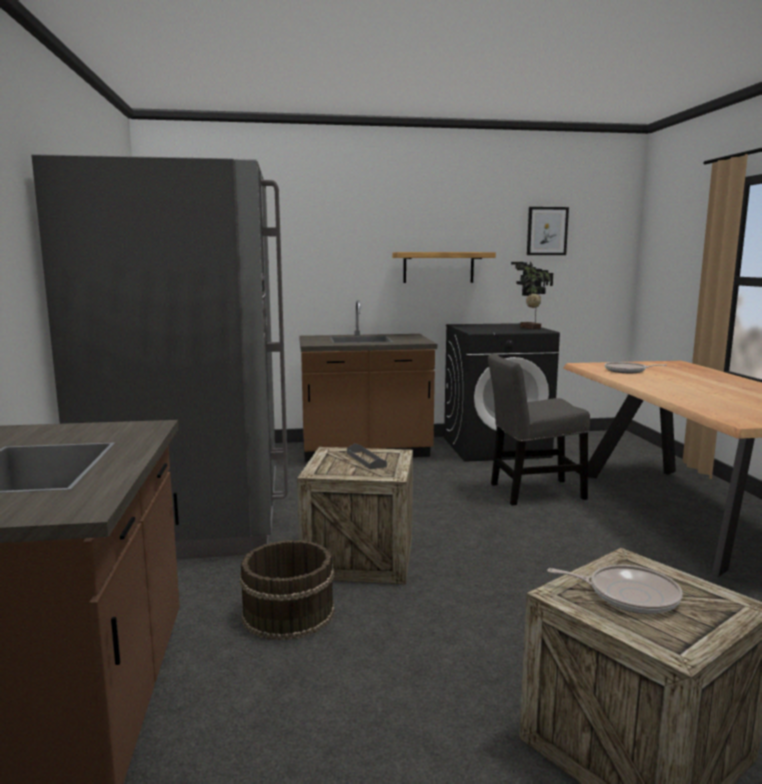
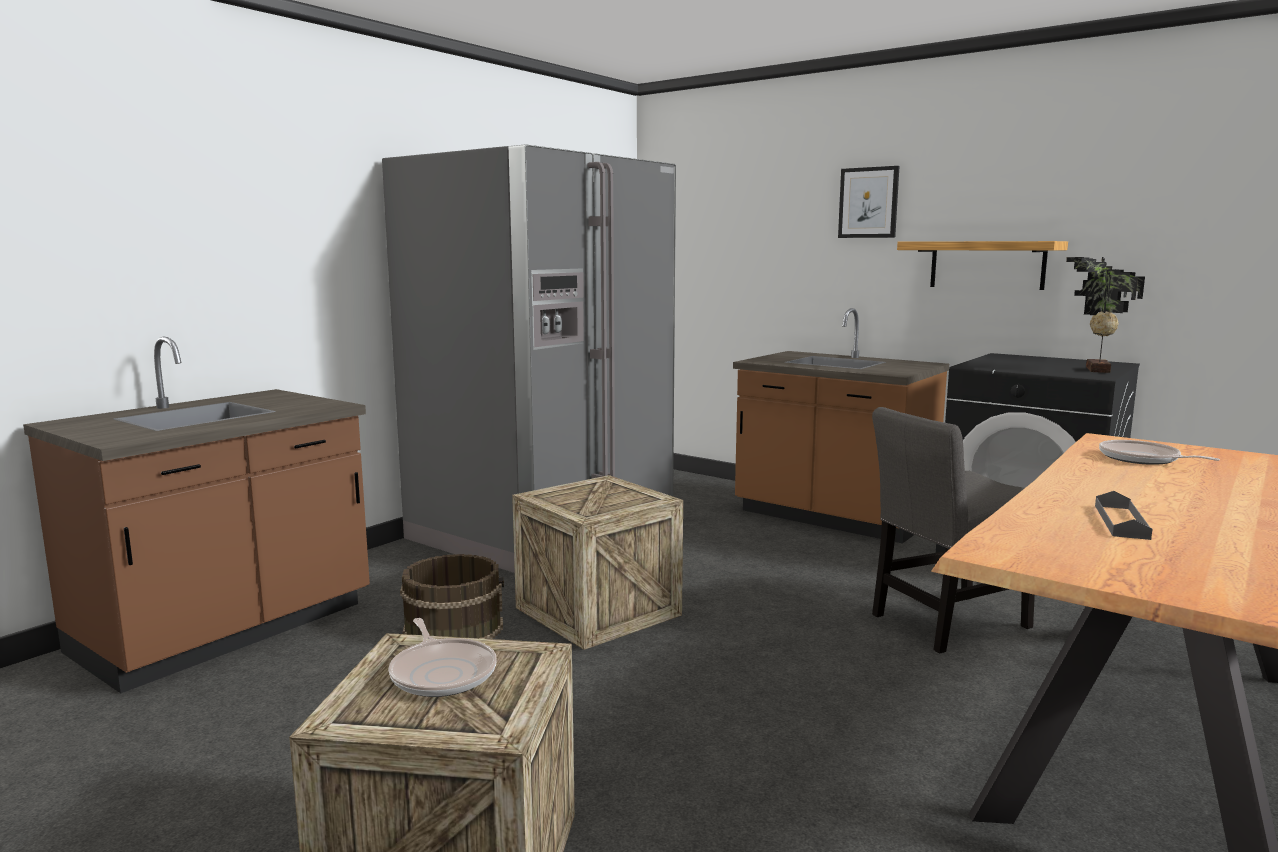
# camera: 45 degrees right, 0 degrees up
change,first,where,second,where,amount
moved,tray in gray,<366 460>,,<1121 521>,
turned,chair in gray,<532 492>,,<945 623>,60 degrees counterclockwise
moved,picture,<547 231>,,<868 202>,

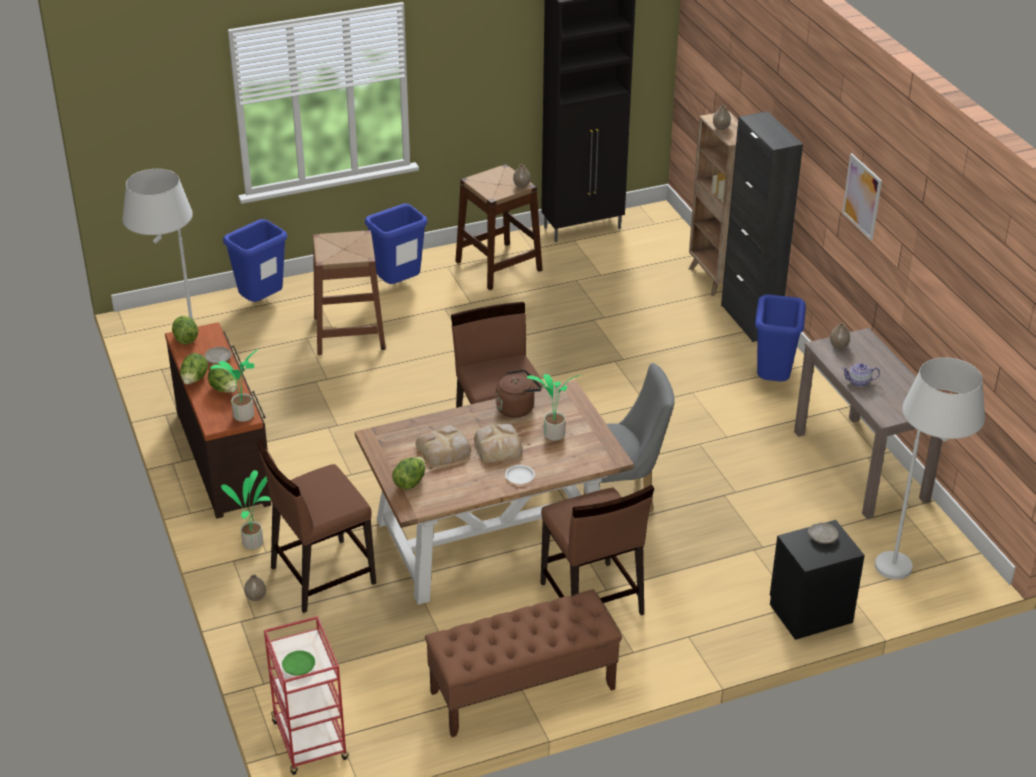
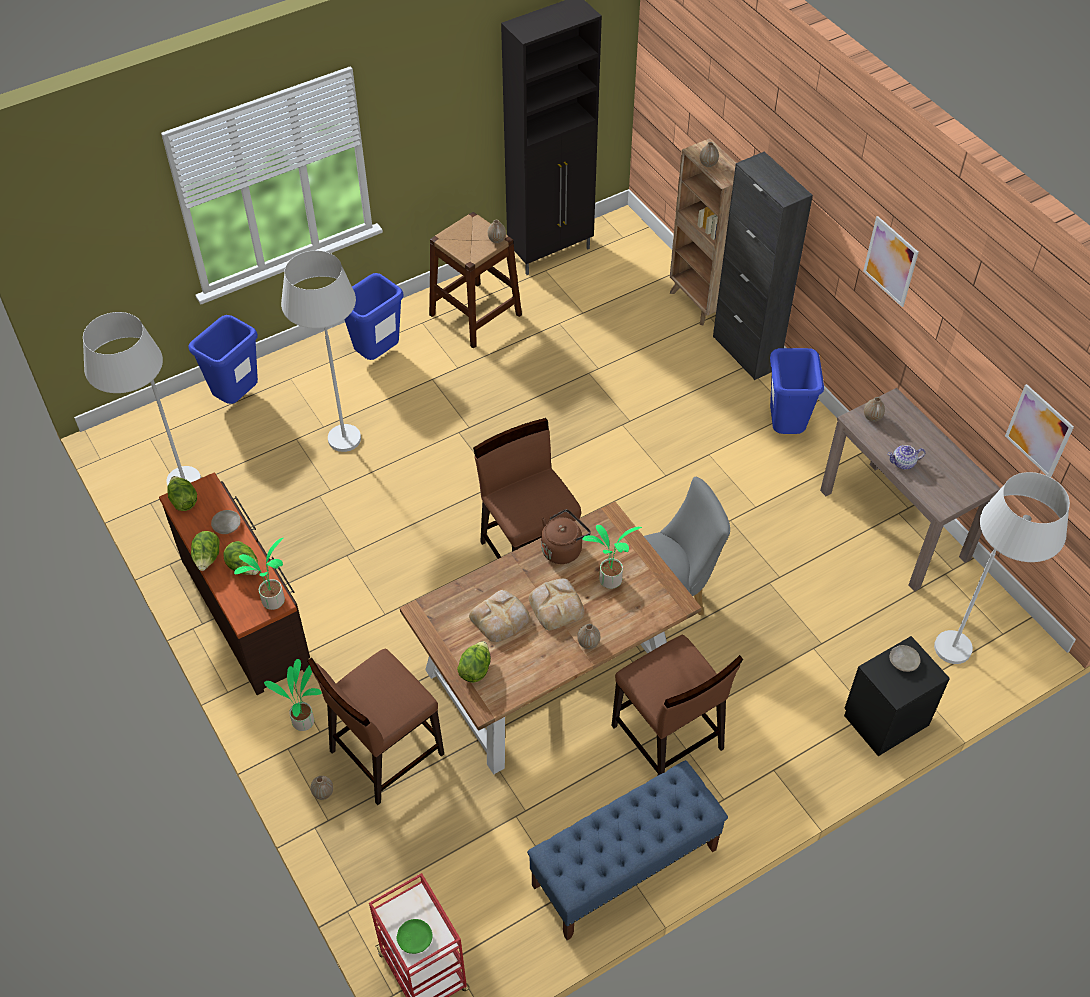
# camera: 10 degrees left, 15 degrees up
change,first,where,second,where,amount
replaced,stool in brown,<349 333>,standing lamp in white,<340 425>,
recoloured,long seat in brown,<522 690>,long seat in blue,<624 868>,
replaced,flat dish in white,<520 476>,flower vase,<588 643>,
added,,,picture,<1039 431>,

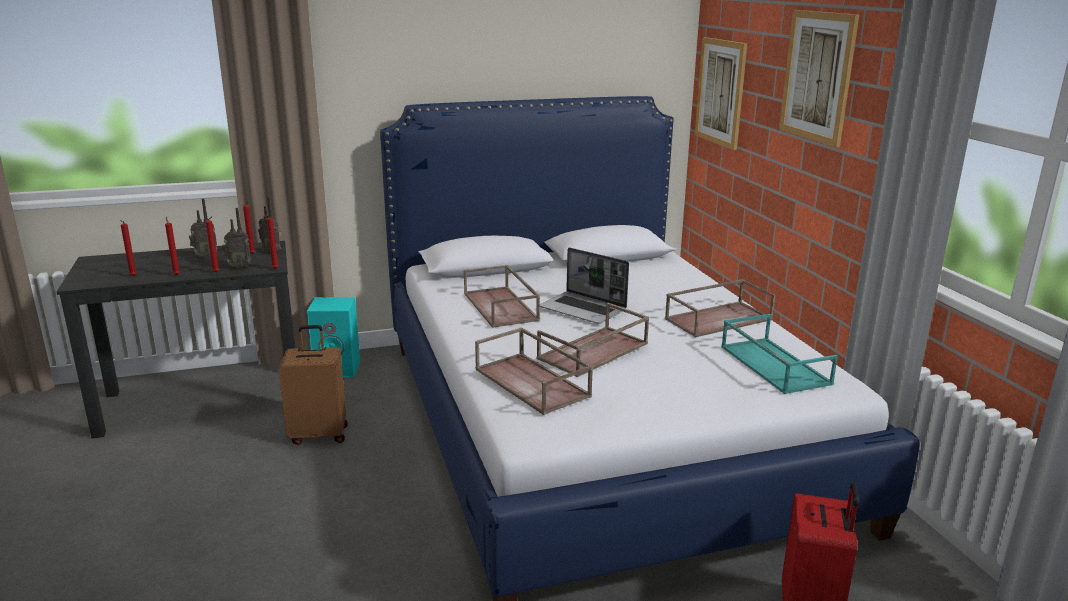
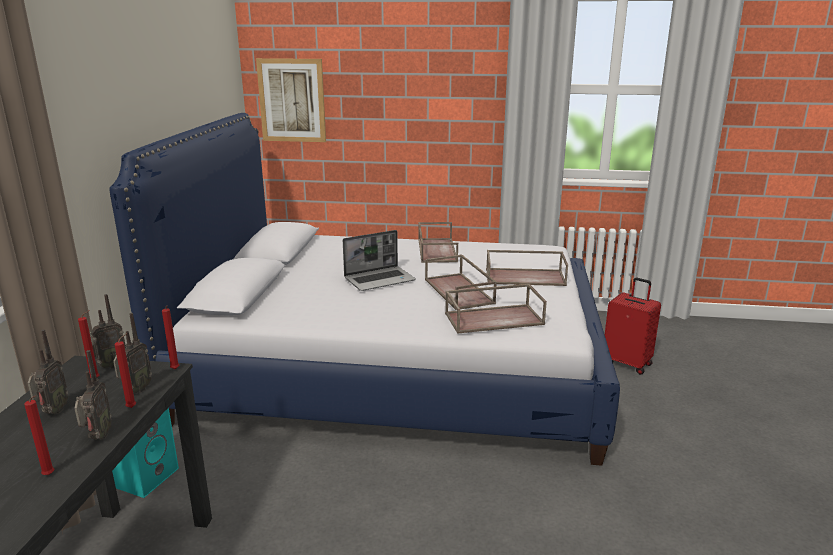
# camera: 65 degrees left, 0 degrees up
change,first,where,second,where,amount
replaced,wax light in red,<176 274>,radio receiver,<97 437>,
removed,piece of luggage in brown,<319 434>,,,
moved,tray in brown,<501 307>,,<525 277>,
removed,tray in turquoise-coloured,<772 365>,,,
removed,picture,<817 76>,,,

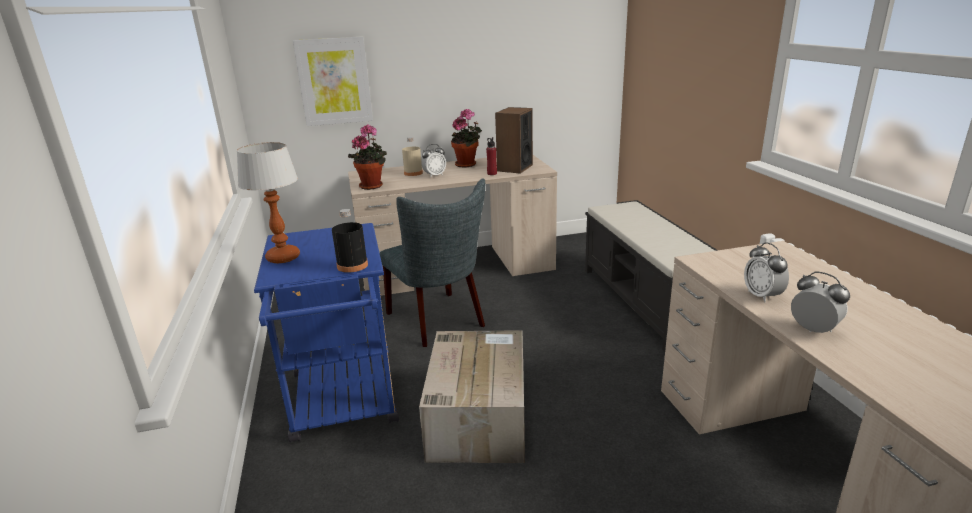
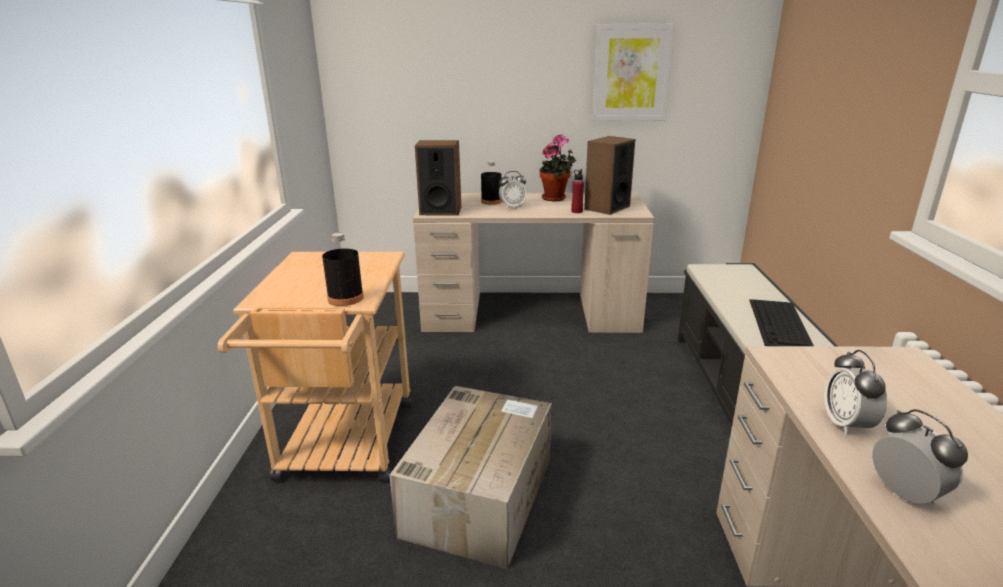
# camera: 15 degrees right, 0 degrees up
change,first,where,second,where,amount
removed,tabletop lamp,<283 257>,,,
recoloured,trolley in blue,<344 405>,trolley in beige-coloured,<345 449>,
moved,picture,<334 81>,,<631 73>,
replaced,potted plant,<372 185>,loudspeaker,<440 211>,
removed,chair in gray,<439 321>,,,
recoloured,beverage bottle in beige-coloured,<413 173>,beverage bottle in black,<491 202>,
added,,,keyboard,<780 323>,

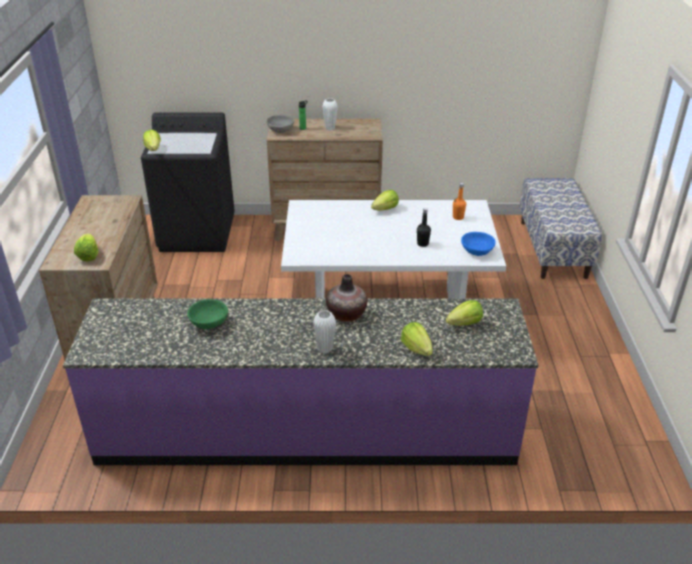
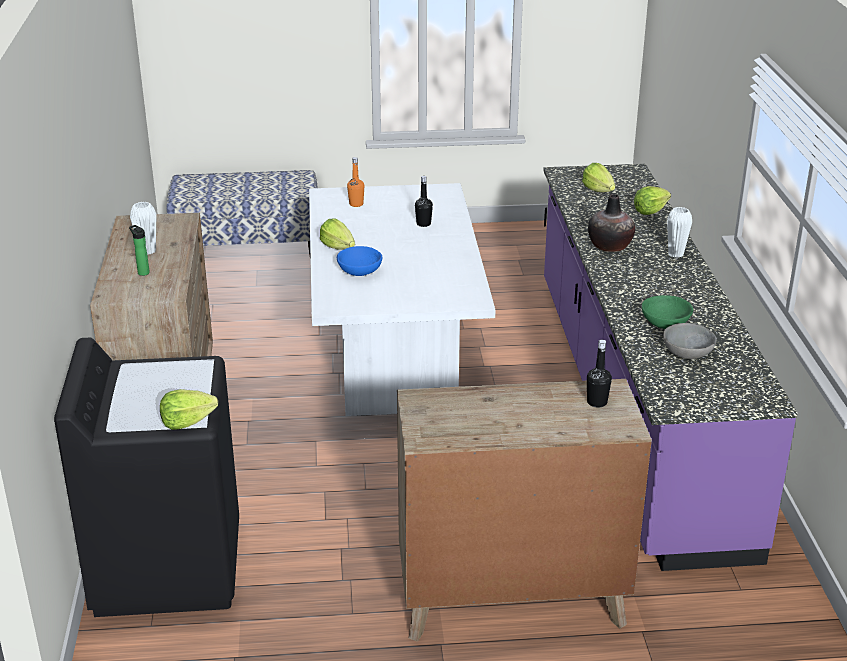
# camera: 95 degrees left, 5 degrees down
change,first,where,second,where,amount
replaced,lettuce head,<88 255>,beverage bottle in black,<597 402>,
moved,bowl in gray,<280 130>,,<688 353>,
moved,bowl in blue,<477 252>,,<360 272>,

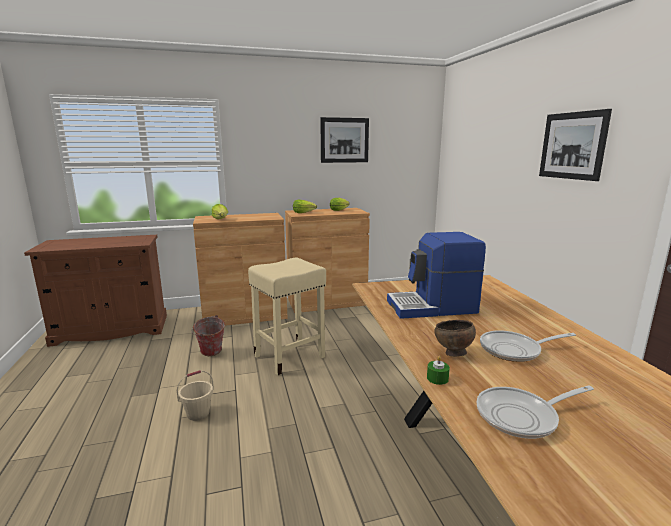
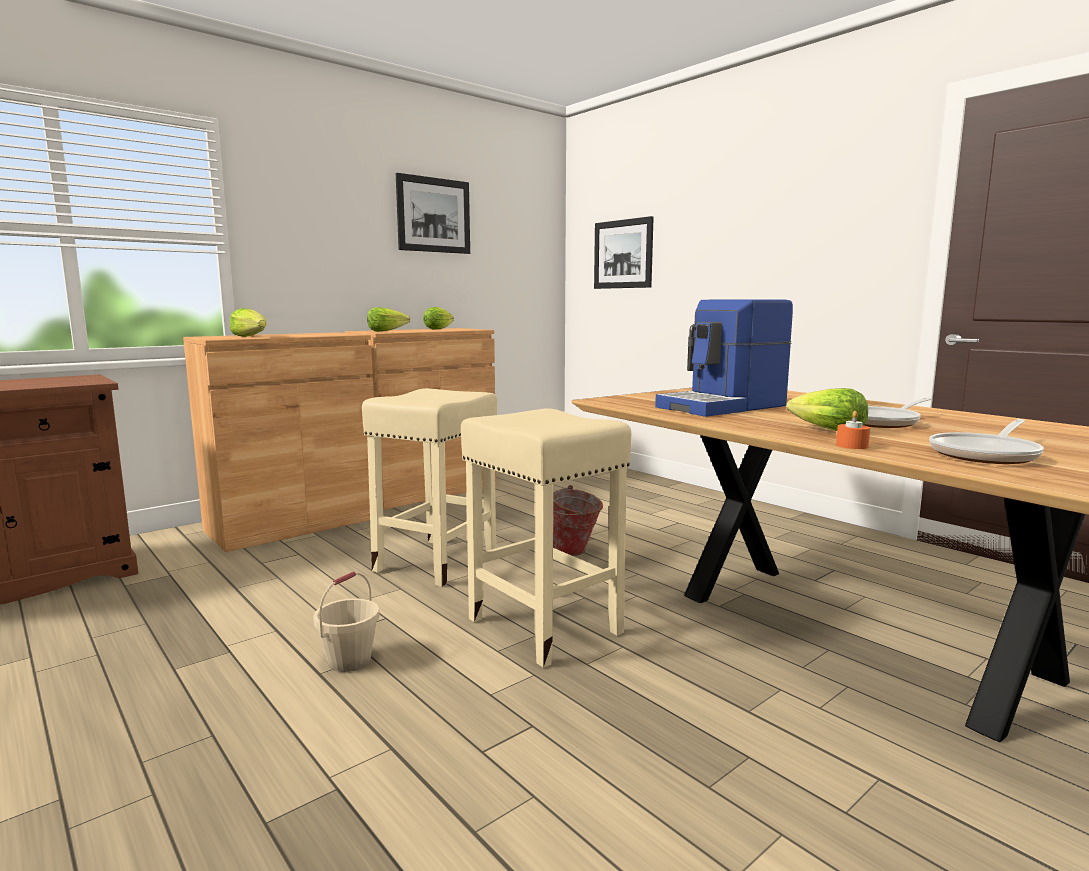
# camera: 25 degrees left, 5 degrees down
change,first,where,second,where,amount
moved,water bucket,<210 354>,,<574 553>,
recoloured,wax light in green-coloured,<437 378>,wax light in orange,<852 445>,
replaced,bowl in brown,<452 354>,lettuce head,<827 431>,
moved,picture,<572 145>,,<623 254>,
added,,,stool in beige-coloured,<542 625>,

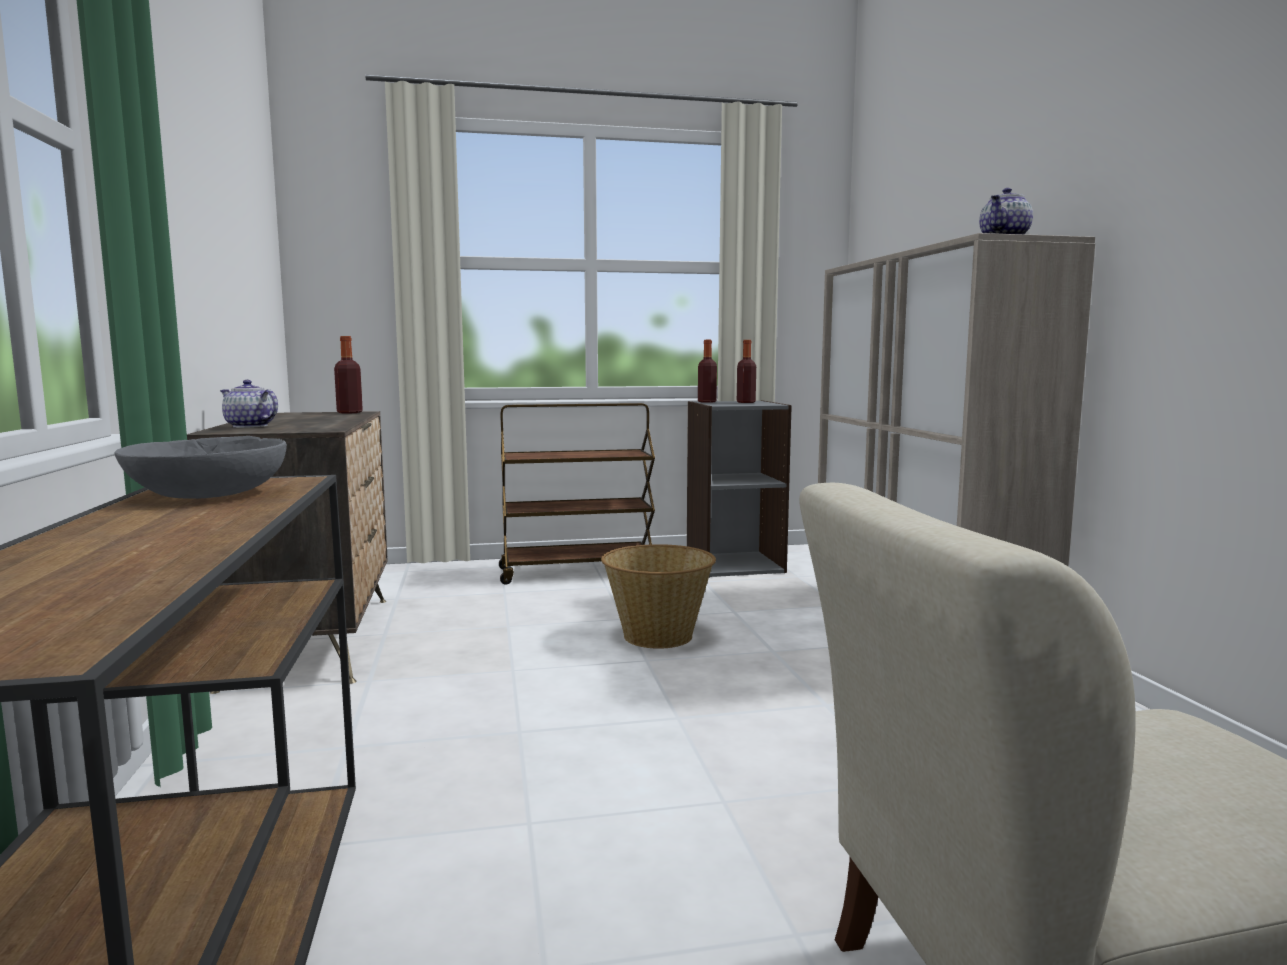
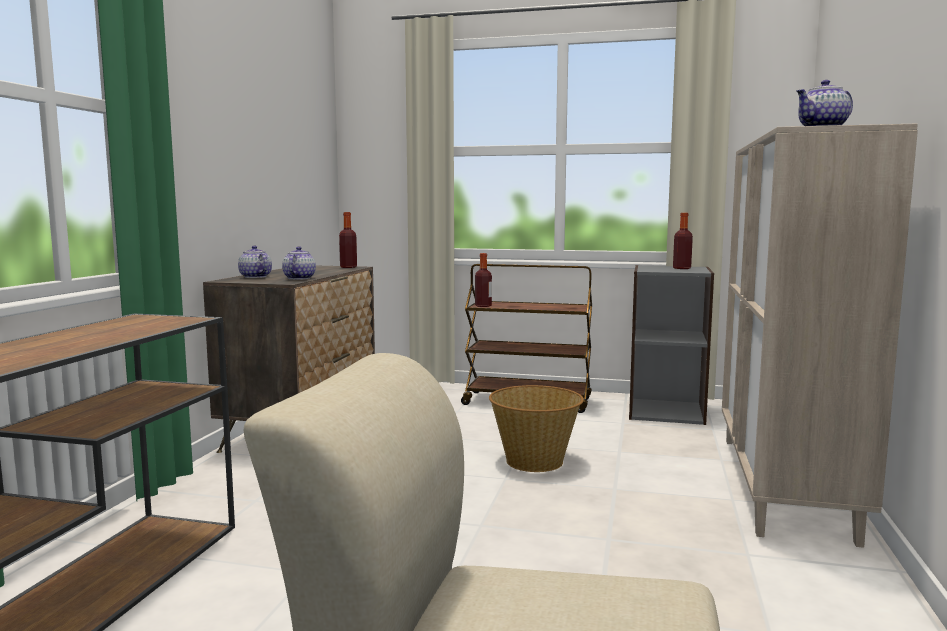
# camera: 25 degrees right, 0 degrees up
change,first,where,second,where,amount
removed,bowl in gray,<207 494>,,,
moved,beverage bottle,<707 402>,,<483 306>,
added,,,tea pot,<299 278>,

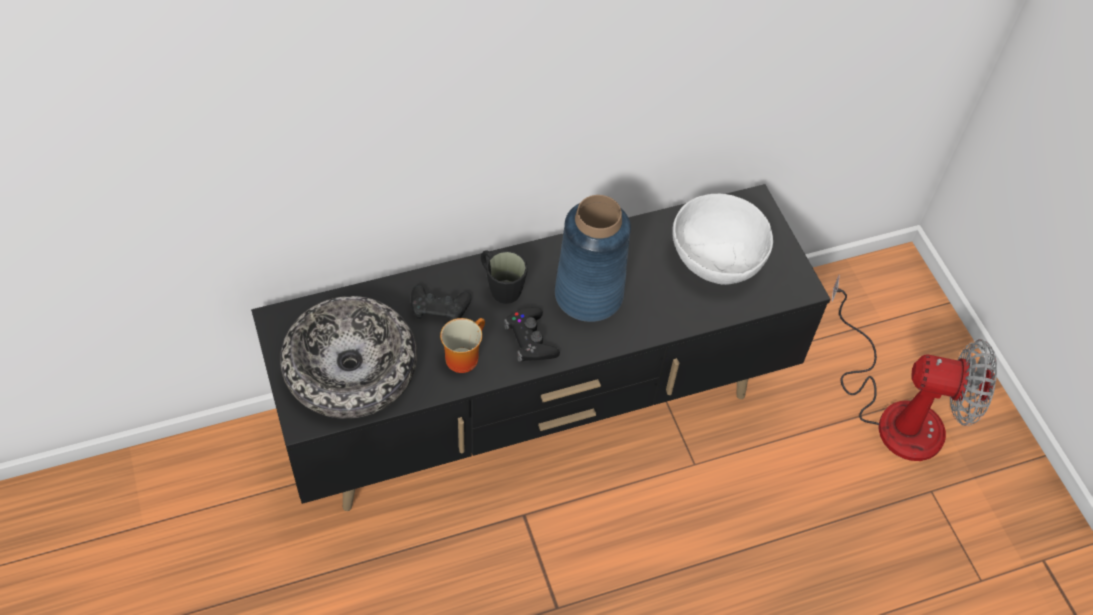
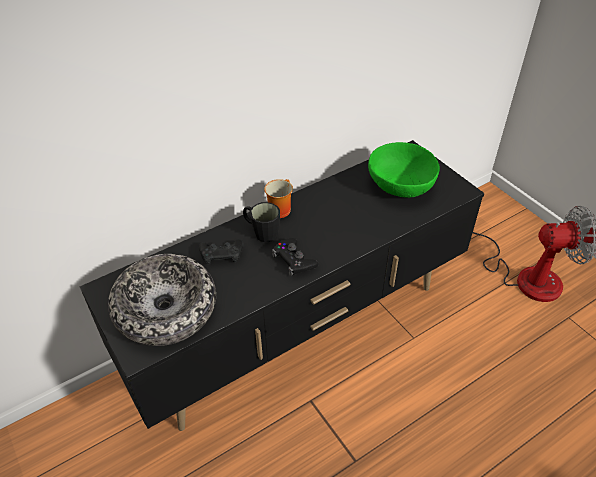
# camera: 10 degrees left, 10 degrees down
change,first,where,second,where,amount
moved,tea mug,<462 355>,,<279 208>,
removed,flower vase in blue,<589 295>,,,
recoloured,bowl in white,<718 257>,bowl in green-coloured,<401 184>,

